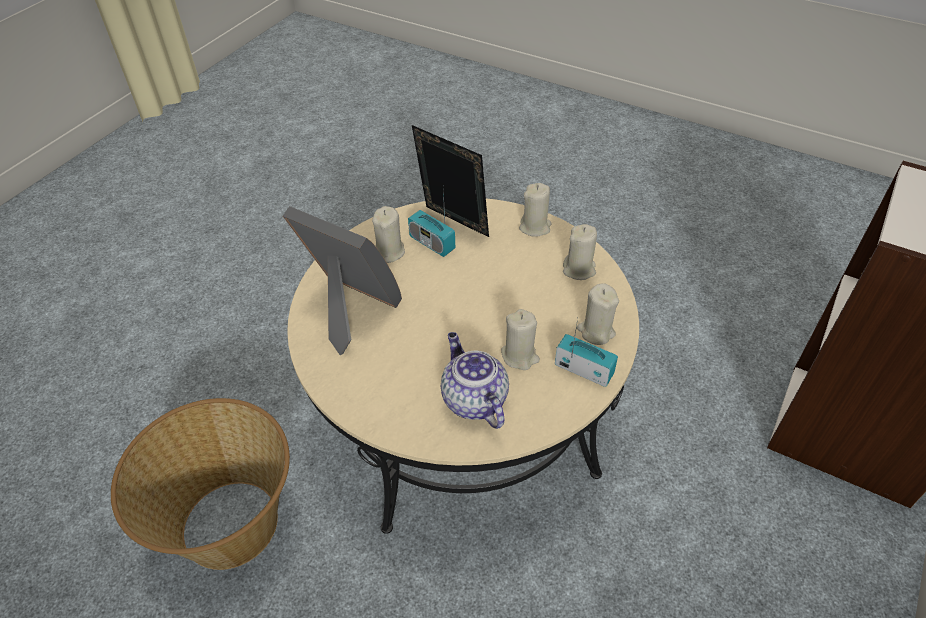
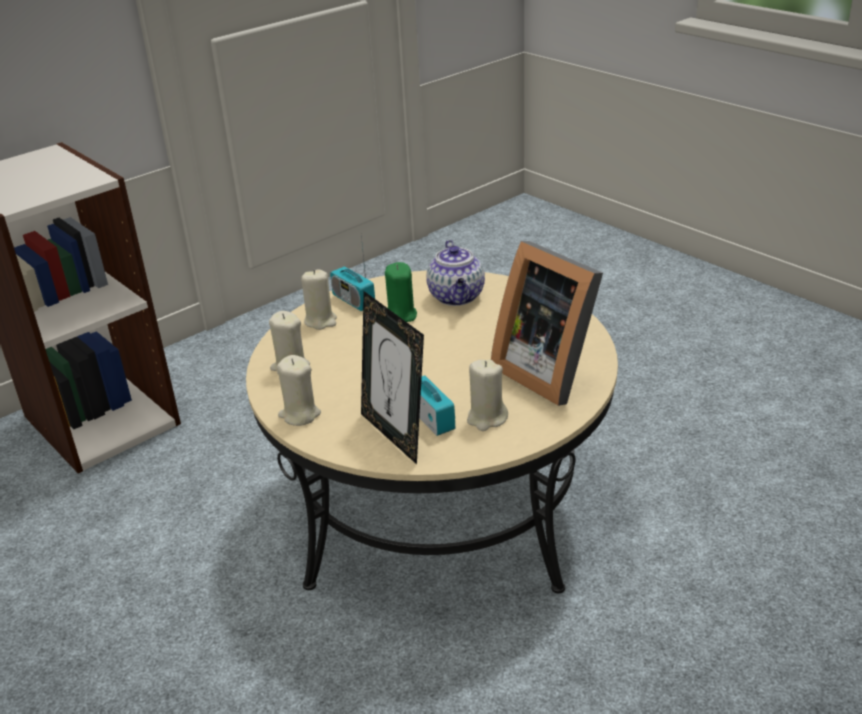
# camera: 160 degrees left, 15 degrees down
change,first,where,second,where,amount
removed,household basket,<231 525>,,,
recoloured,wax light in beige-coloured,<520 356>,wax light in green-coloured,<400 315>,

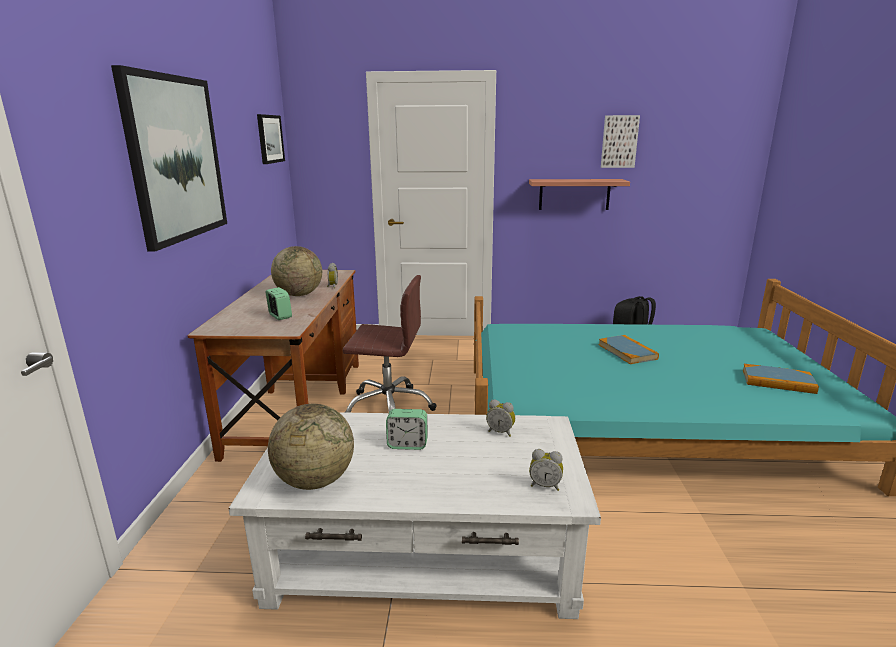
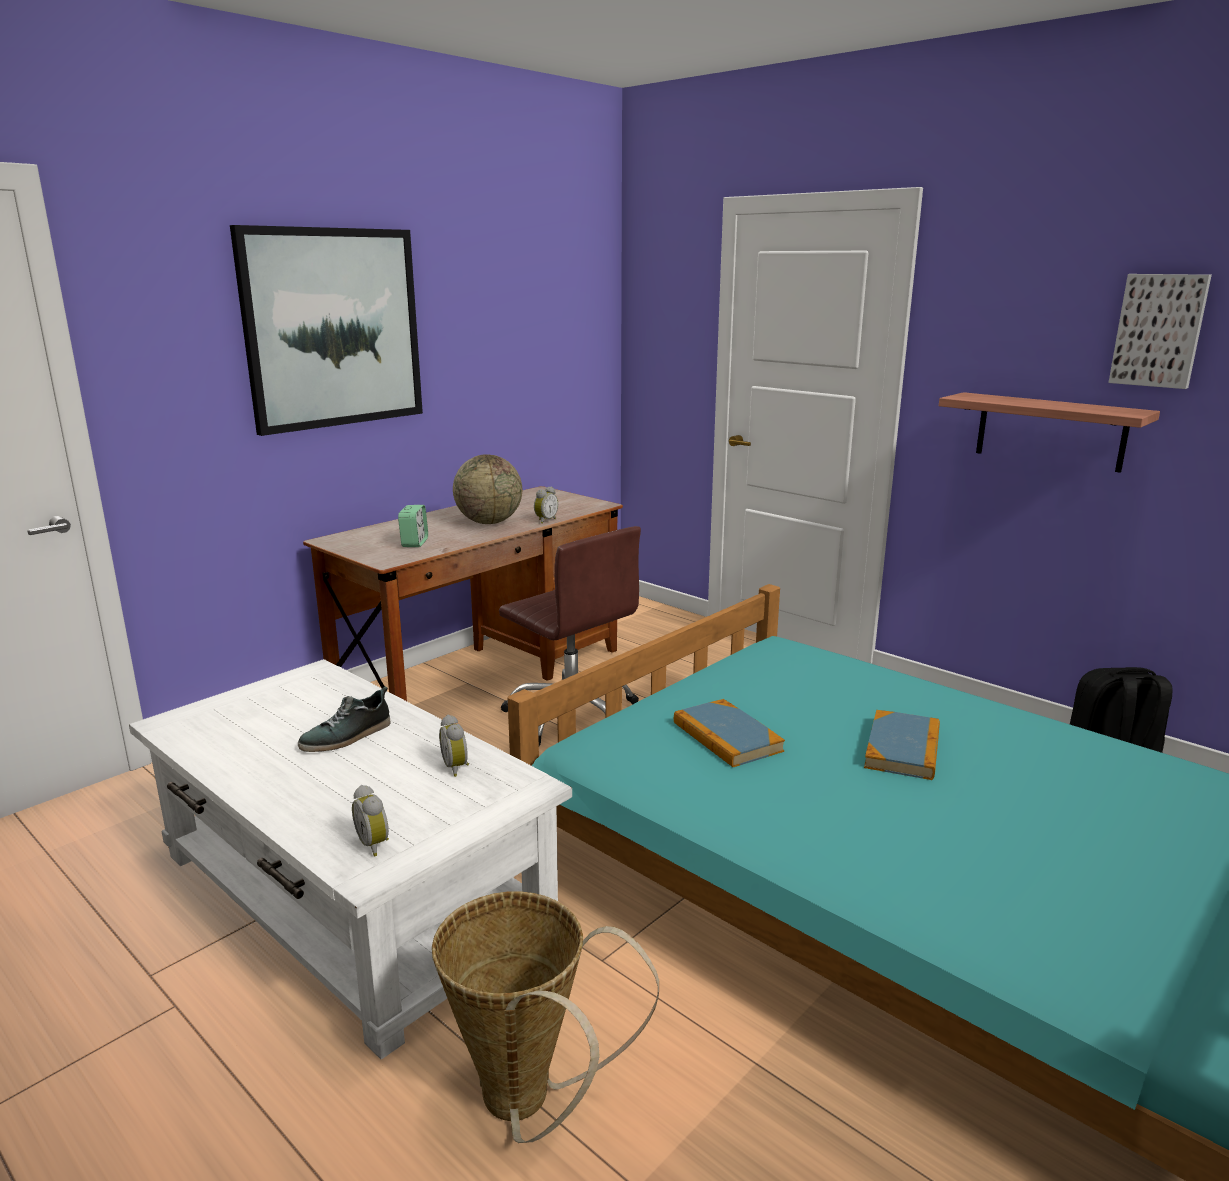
# camera: 40 degrees right, 0 degrees up
change,first,where,second,where,amount
removed,picture,<270 139>,,,
removed,globe,<315 481>,,,
replaced,bedside clock,<407 444>,low shoe,<347 736>,
moved,book,<778 381>,,<727 737>,
added,,,household basket,<528 1105>,

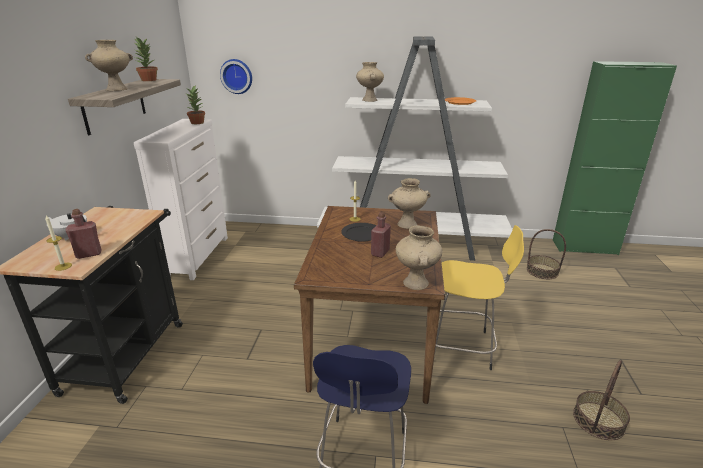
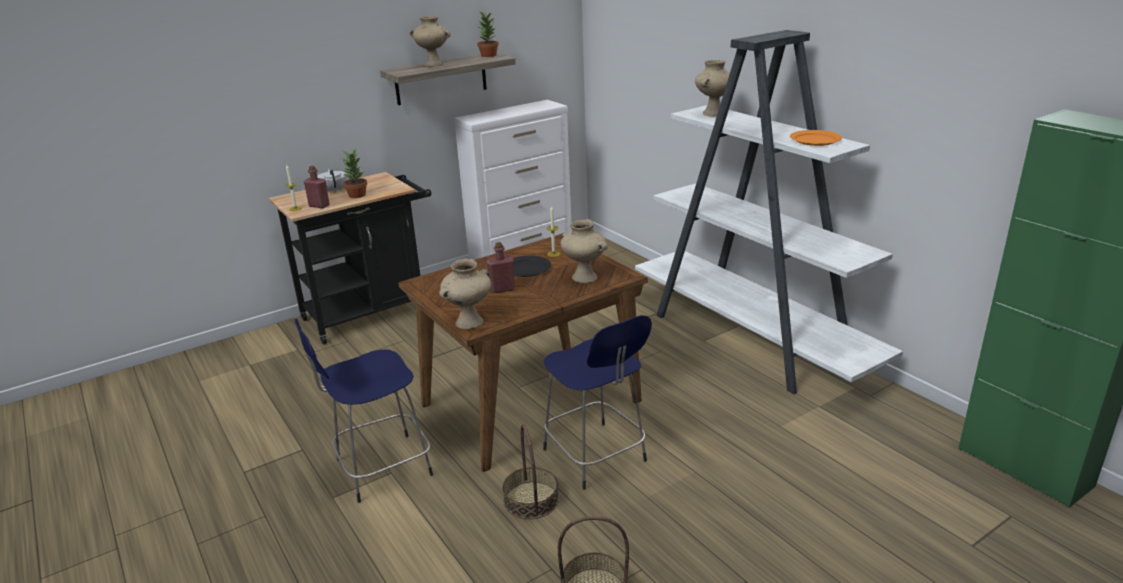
# camera: 50 degrees right, 0 degrees up
change,first,where,second,where,amount
moved,potted plant,<197 123>,,<357 195>,
removed,clock on the wall,<237 76>,,,
recoloured,stool in yellow,<462 347>,stool in blue,<596 457>,
moved,household basket,<542 271>,,<531 500>,

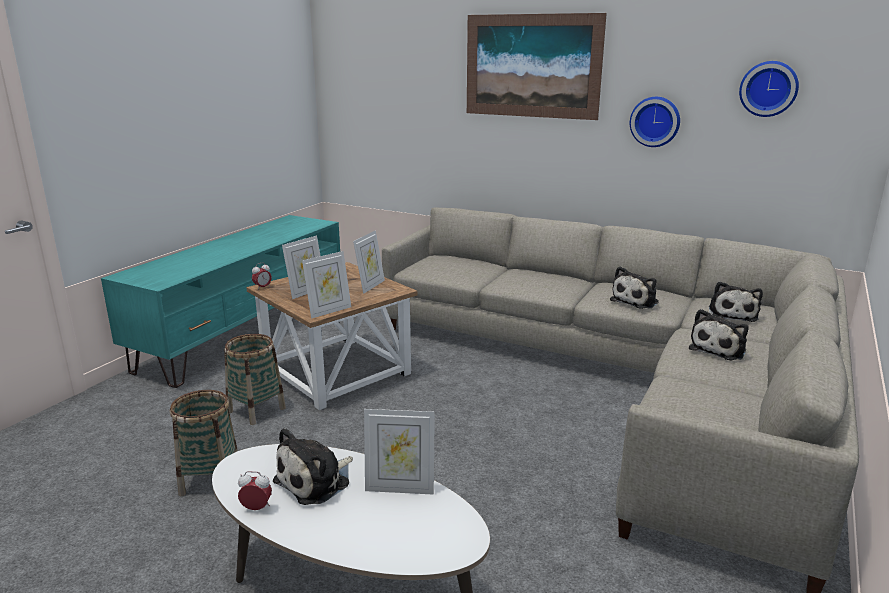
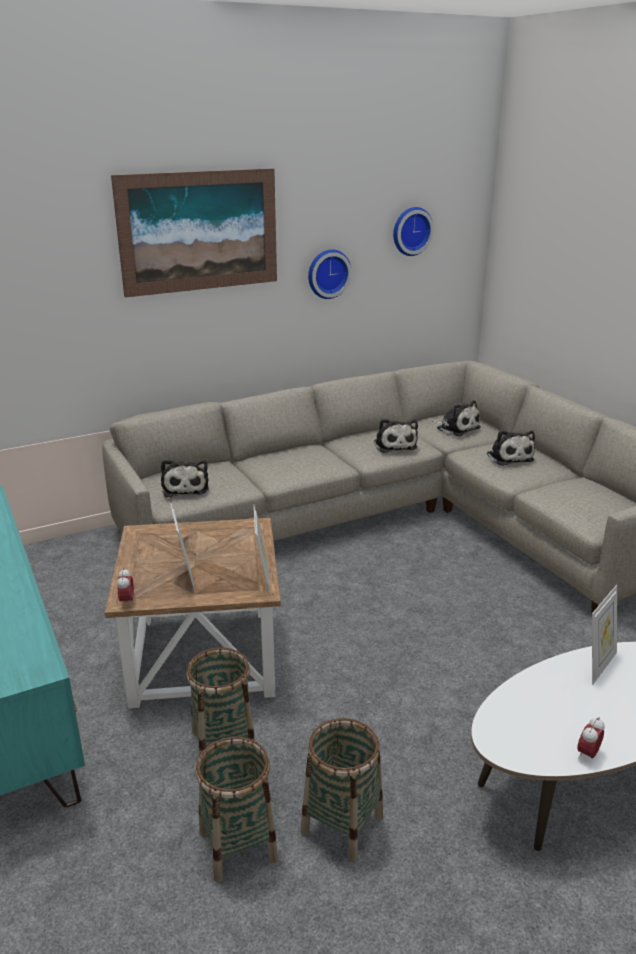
# camera: 55 degrees left, 5 degrees up
change,first,where,second,where,amount
moved,cuddly toy,<316 481>,,<185 487>,
removed,standing frame,<370 286>,,,
added,,,household basket,<237 845>,

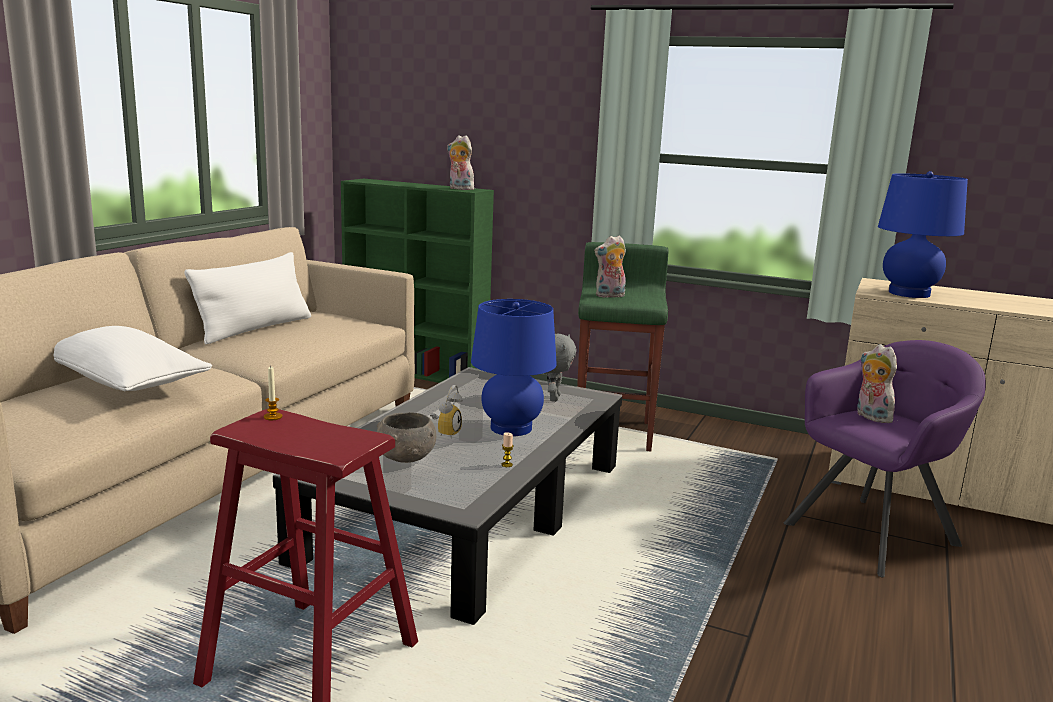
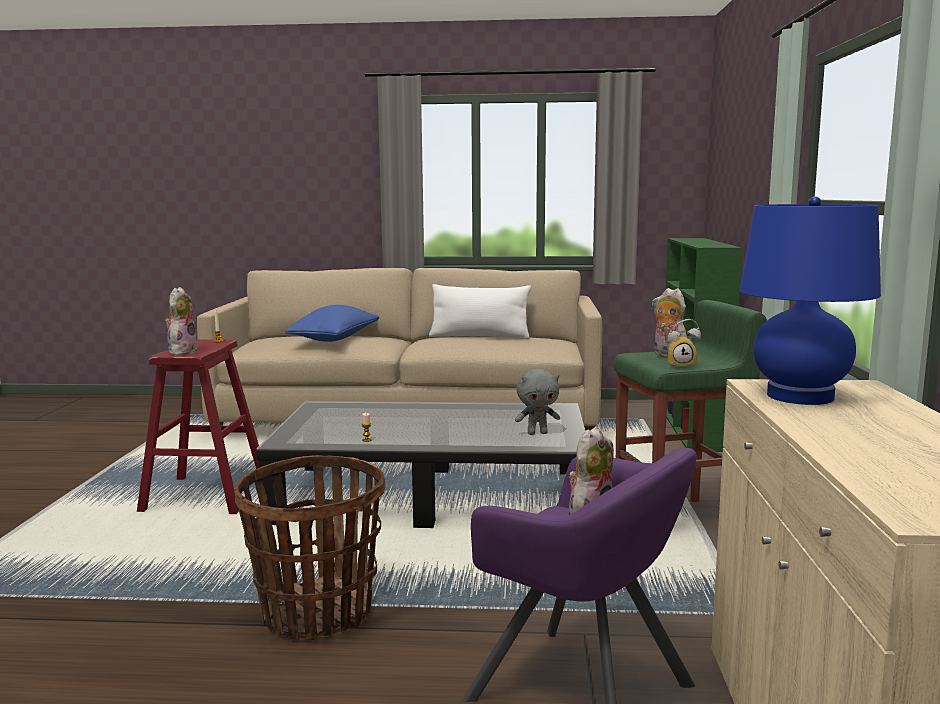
# camera: 70 degrees right, 5 degrees down
change,first,where,second,where,amount
recoloured,cushion in white,<125 383>,cushion in blue,<335 339>,
removed,bowl in gray,<405 457>,,,
moved,bedside clock,<446 433>,,<681 365>,
moved,cuddly toy,<459 189>,,<182 352>,
removed,tabletop lamp in blue,<511 428>,,,
added,,,household basket,<317 613>,

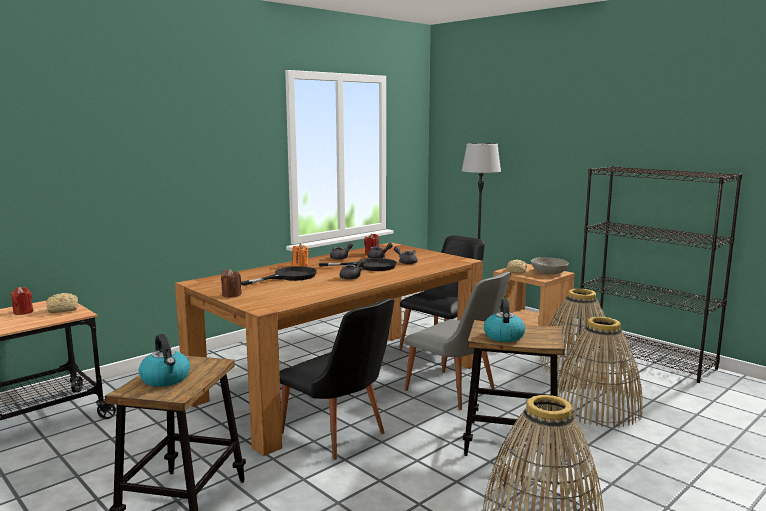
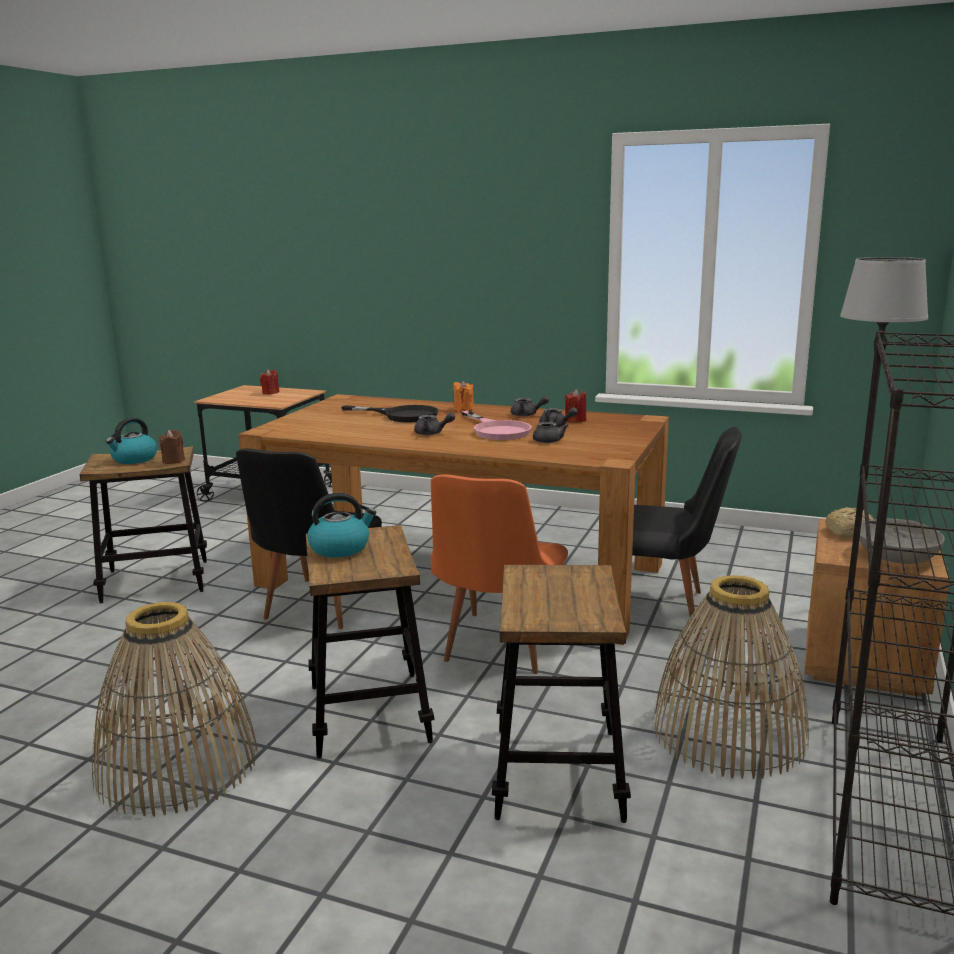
# camera: 65 degrees right, 5 degrees up
change,first,where,second,where,amount
removed,bread,<62 310>,,,
moved,wax light in brown,<231 295>,,<173 461>,
recoloured,frying pan in black,<369 266>,frying pan in pinkish,<497 430>,
recoloured,chair in gray,<457 393>,chair in orange,<498 648>,
replaced,household basket,<597 407>,stool,<558 773>,

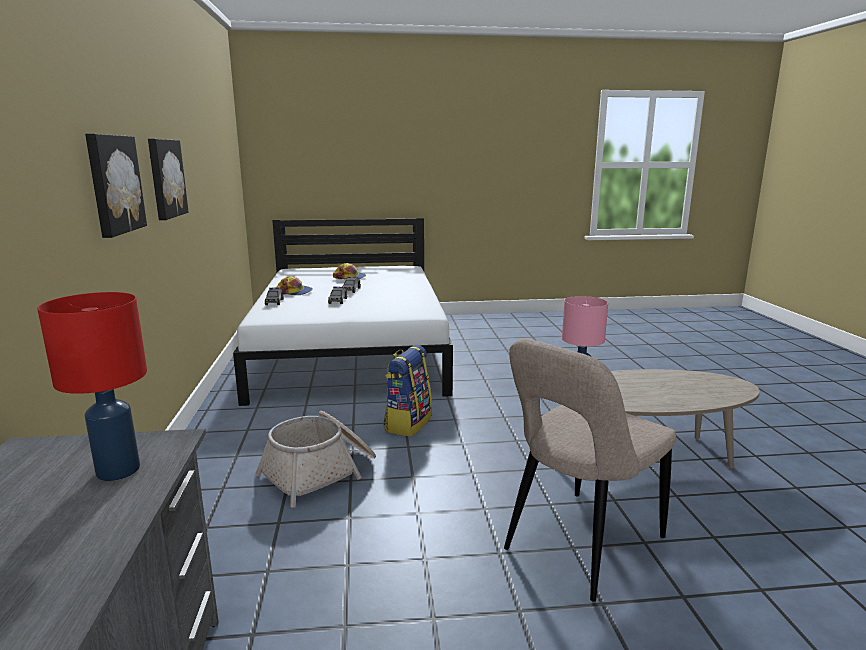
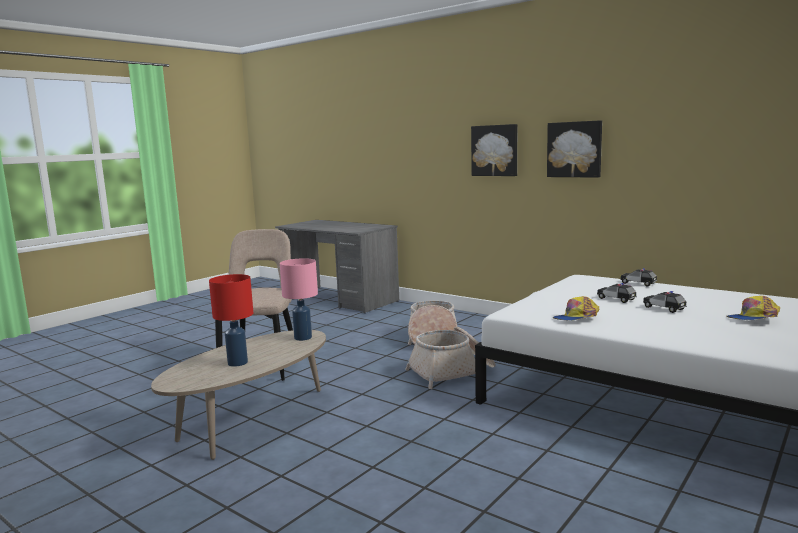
# camera: 135 degrees right, 5 degrees down
change,first,where,second,where,amount
moved,tabletop lamp in red,<119 470>,,<237 363>,
moved,cap,<294 292>,,<576 318>,
replaced,backpack,<407 423>,household basket,<452 372>,

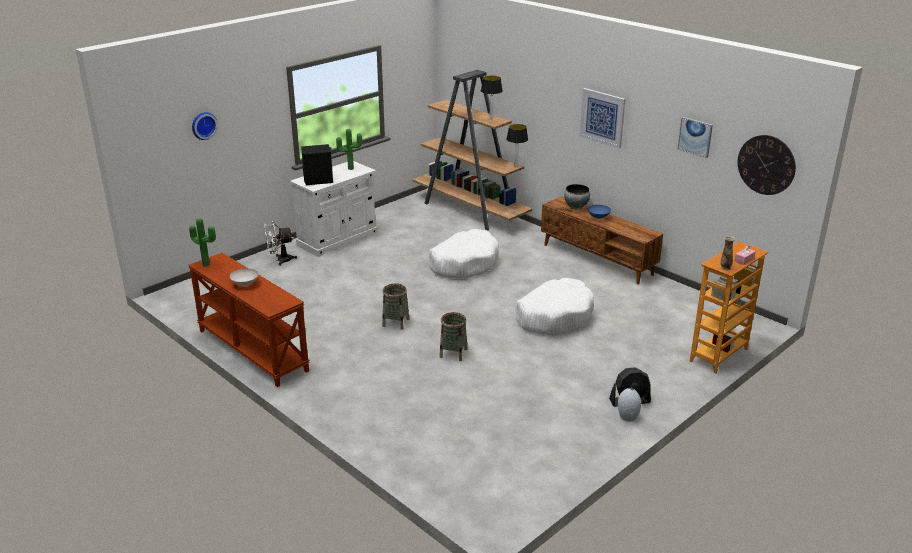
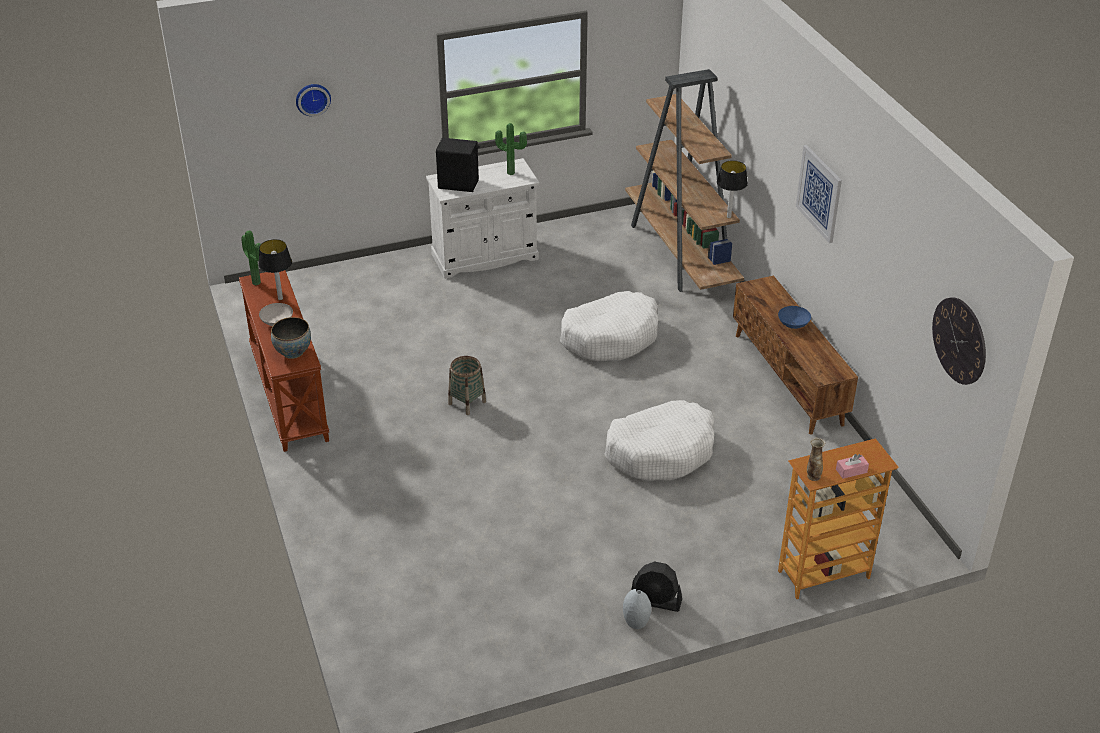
# camera: 25 degrees right, 10 degrees up
change,first,where,second,where,amount
removed,fan in white,<280 260>,,,
removed,household basket,<453 353>,,,
moved,tabletop lamp,<490 118>,,<280 298>,
moved,bowl,<576 207>,,<293 352>,
removed,picture,<695 137>,,,

